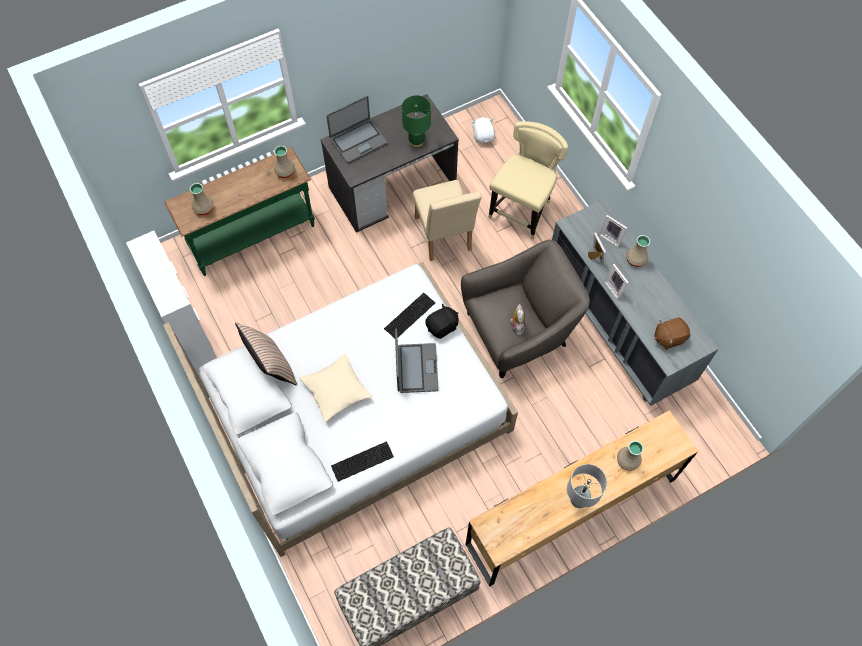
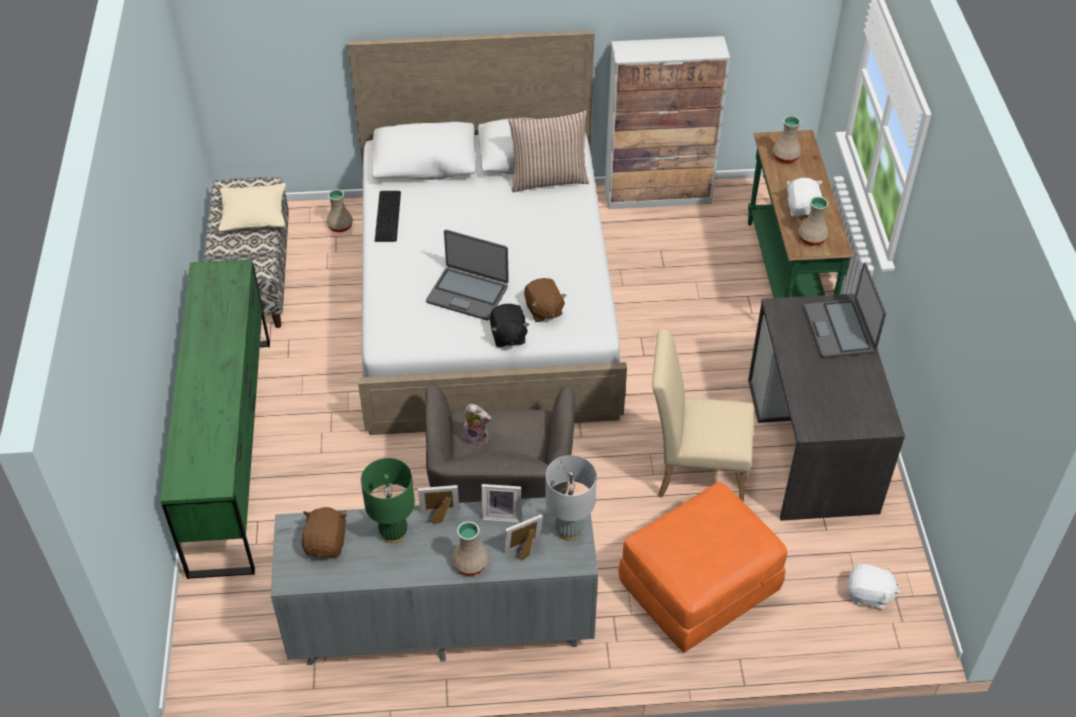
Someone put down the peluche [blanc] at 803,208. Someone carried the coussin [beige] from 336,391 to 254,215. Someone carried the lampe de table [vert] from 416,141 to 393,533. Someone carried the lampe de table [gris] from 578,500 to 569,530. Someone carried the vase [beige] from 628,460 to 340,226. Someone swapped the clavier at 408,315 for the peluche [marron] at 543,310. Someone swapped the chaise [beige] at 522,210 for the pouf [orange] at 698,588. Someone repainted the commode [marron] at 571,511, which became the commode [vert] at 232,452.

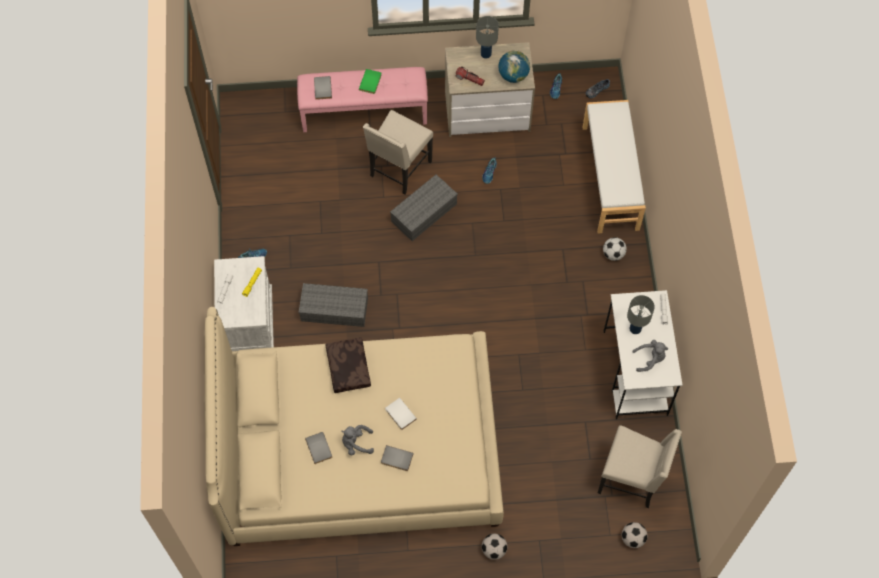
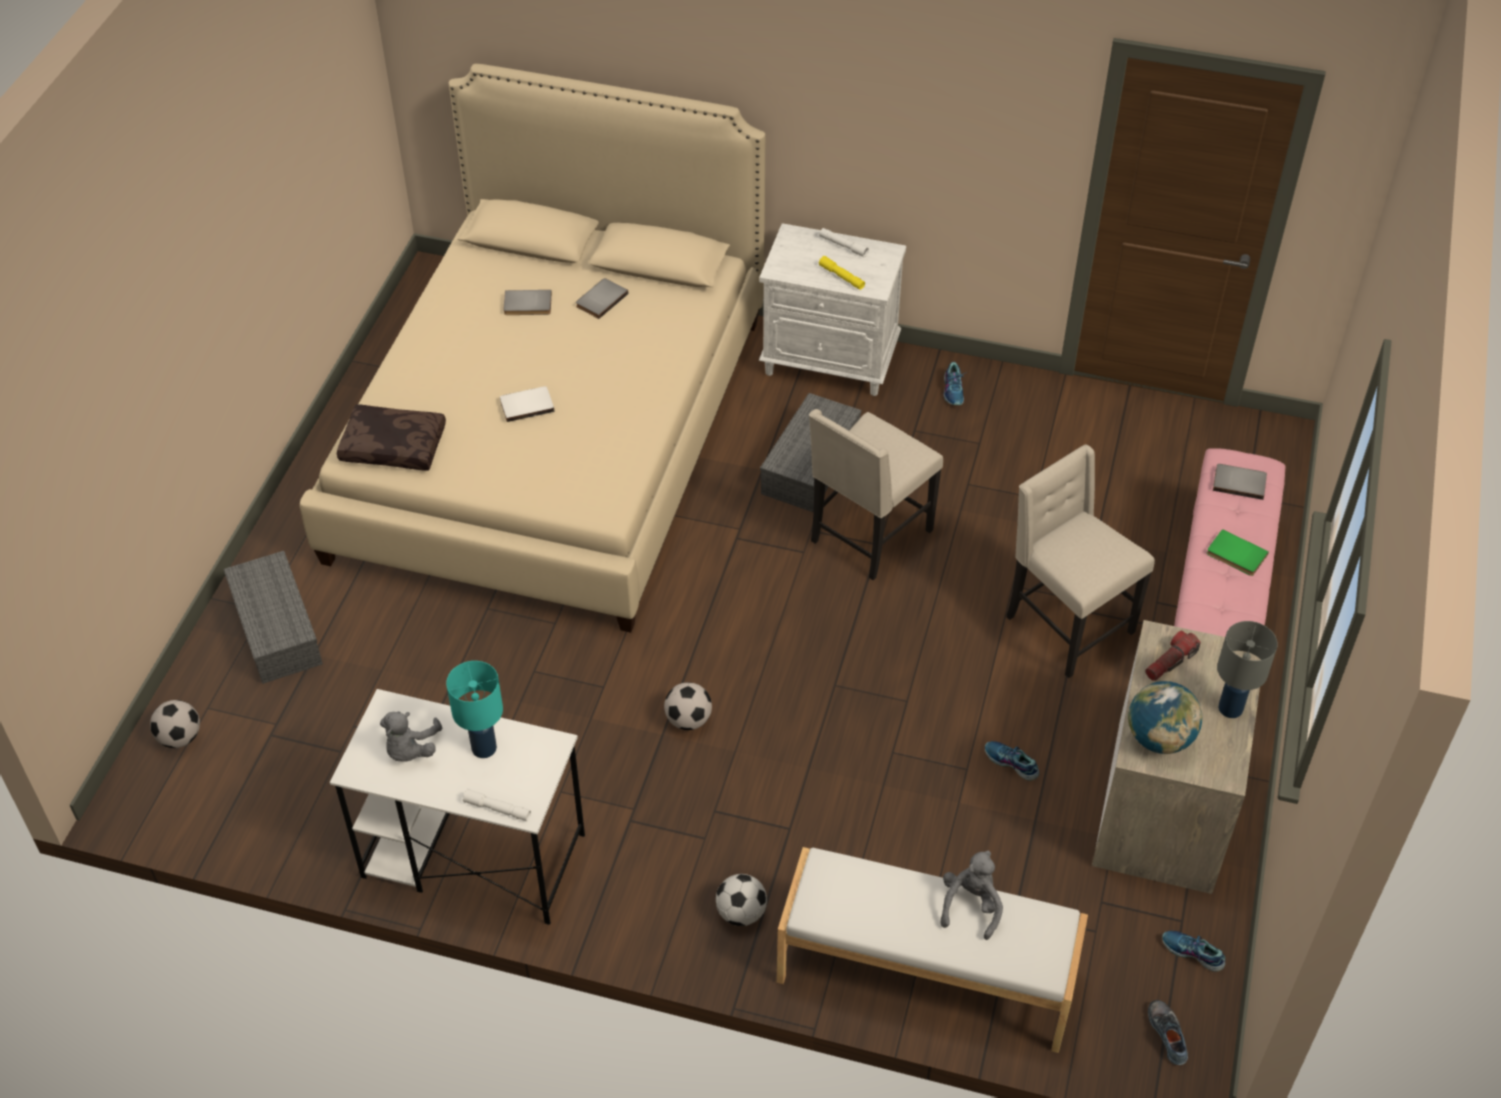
Someone carried the coussin [marron] from 347,367 to 394,445. Someone carried the peluche [gris] from 356,443 to 971,905. Someone carried the livre [gris] from 396,459 to 600,299. Someone carried the boîte de rangement [gris] from 424,211 to 278,630. Someone carried the ballon de foot from 493,550 to 688,720. Someone carried the chaise [beige] from 631,479 to 868,537. Someone repainted the lampe de table [gris] at 635,328, which became the lampe de table [turquoise] at 484,747.

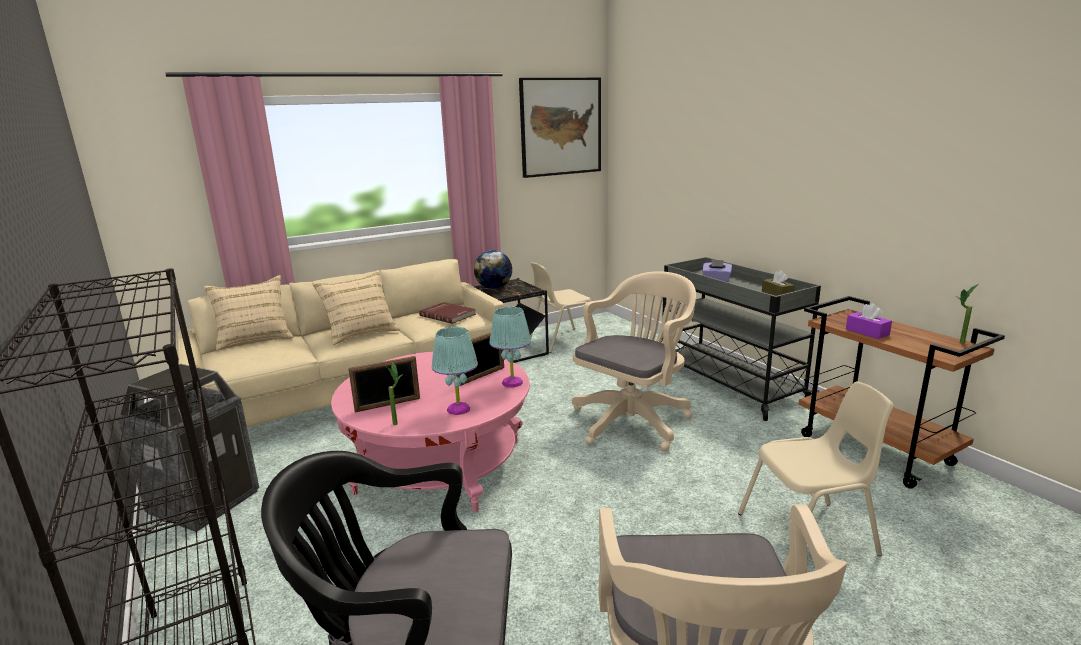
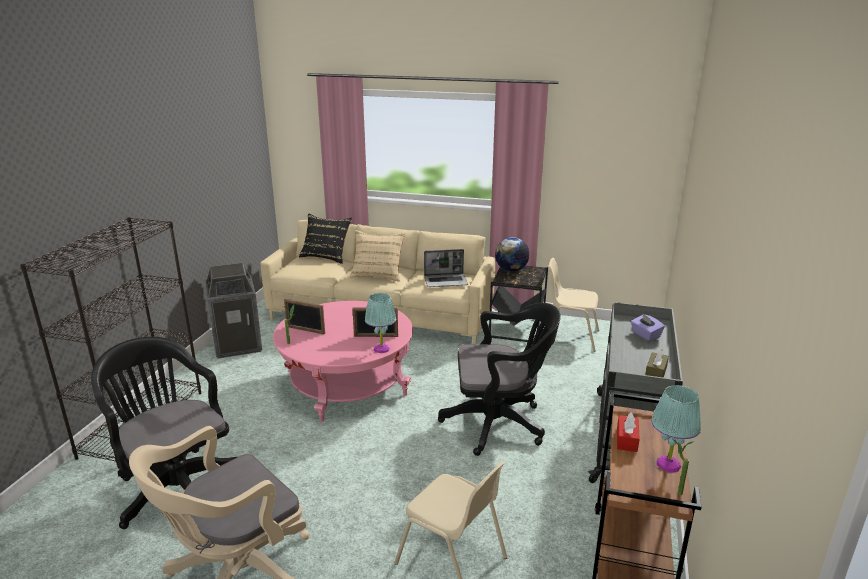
Someone took away the tableau at 561,127. Someone carried the lampe de table [turquoise] from 458,409 to 668,464. Someone swapped the livre [rouge] at 448,314 for the ordinateur portable at 446,281. Someone repainted the coussin [beige] at 255,339, which became the coussin [noir] at 326,256. Someone repainted the chaise de bureau [beige] at 634,420, which became the chaise de bureau [noir] at 499,424. Someone repainted the boîte à mouchoirs [violet] at 867,332, which became the boîte à mouchoirs [rouge] at 626,439.

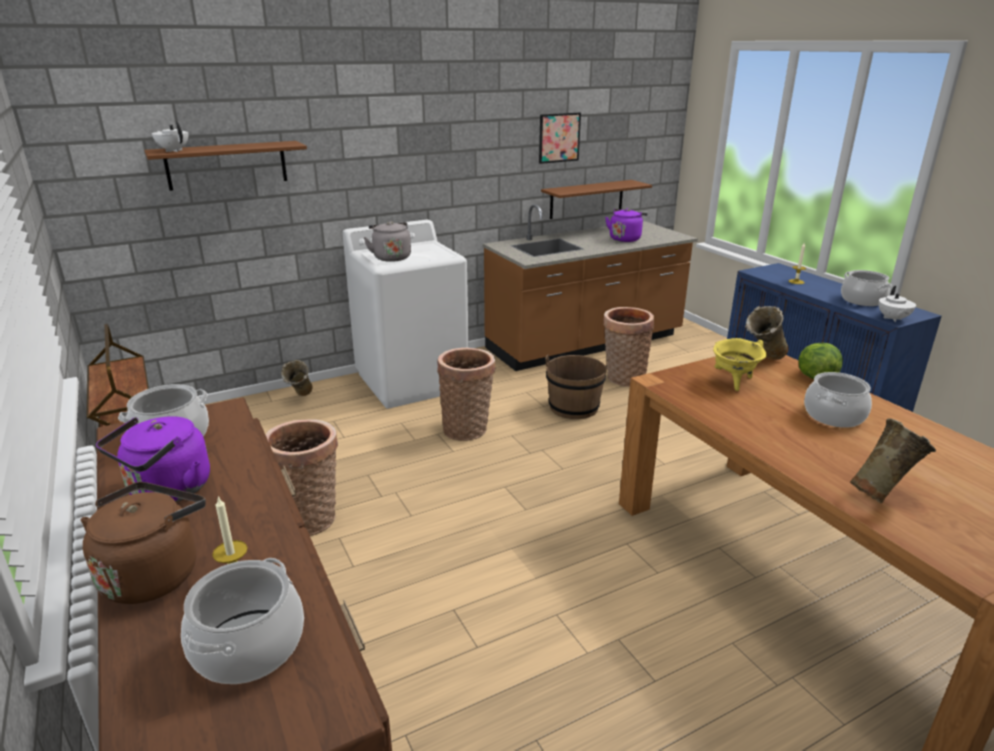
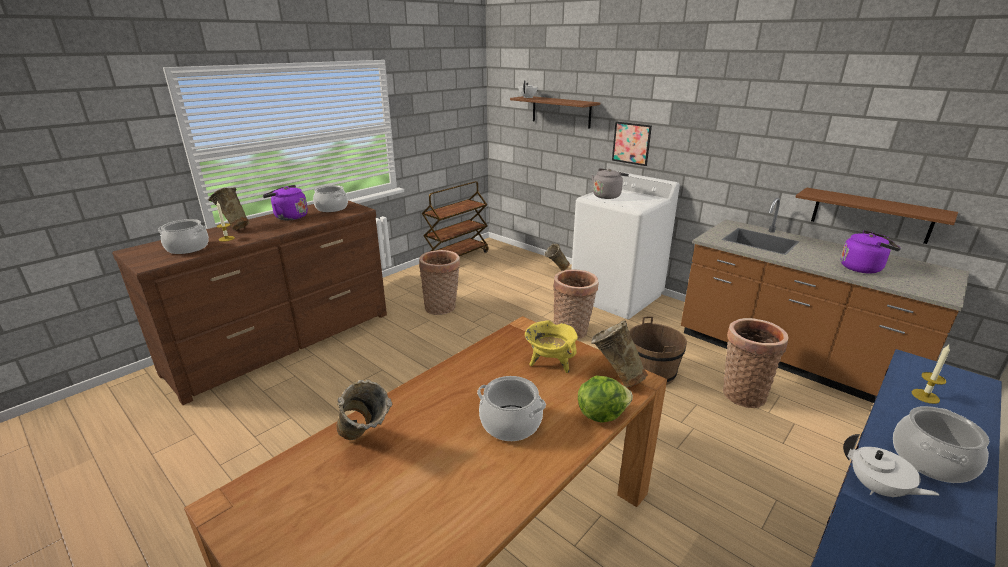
Someone carried the tableau from 559,137 to 631,143. Someone swapped the bouilloire [marron] at 154,573 for the vase [beige] at 234,227. Someone rotated the théière [blanc] at 892,319 by 120 degrees counterclockwise.

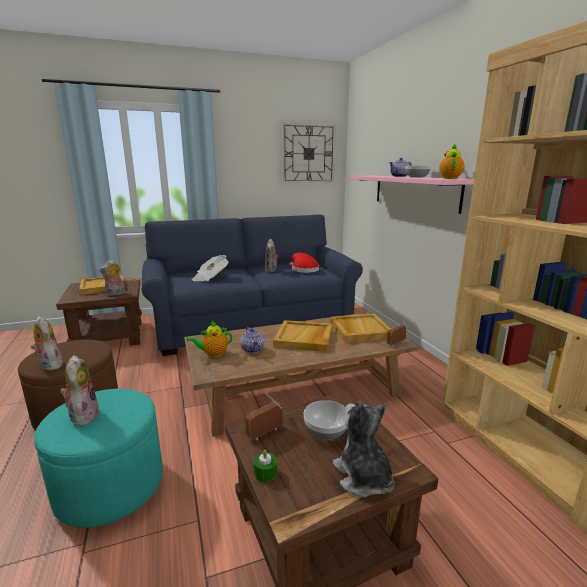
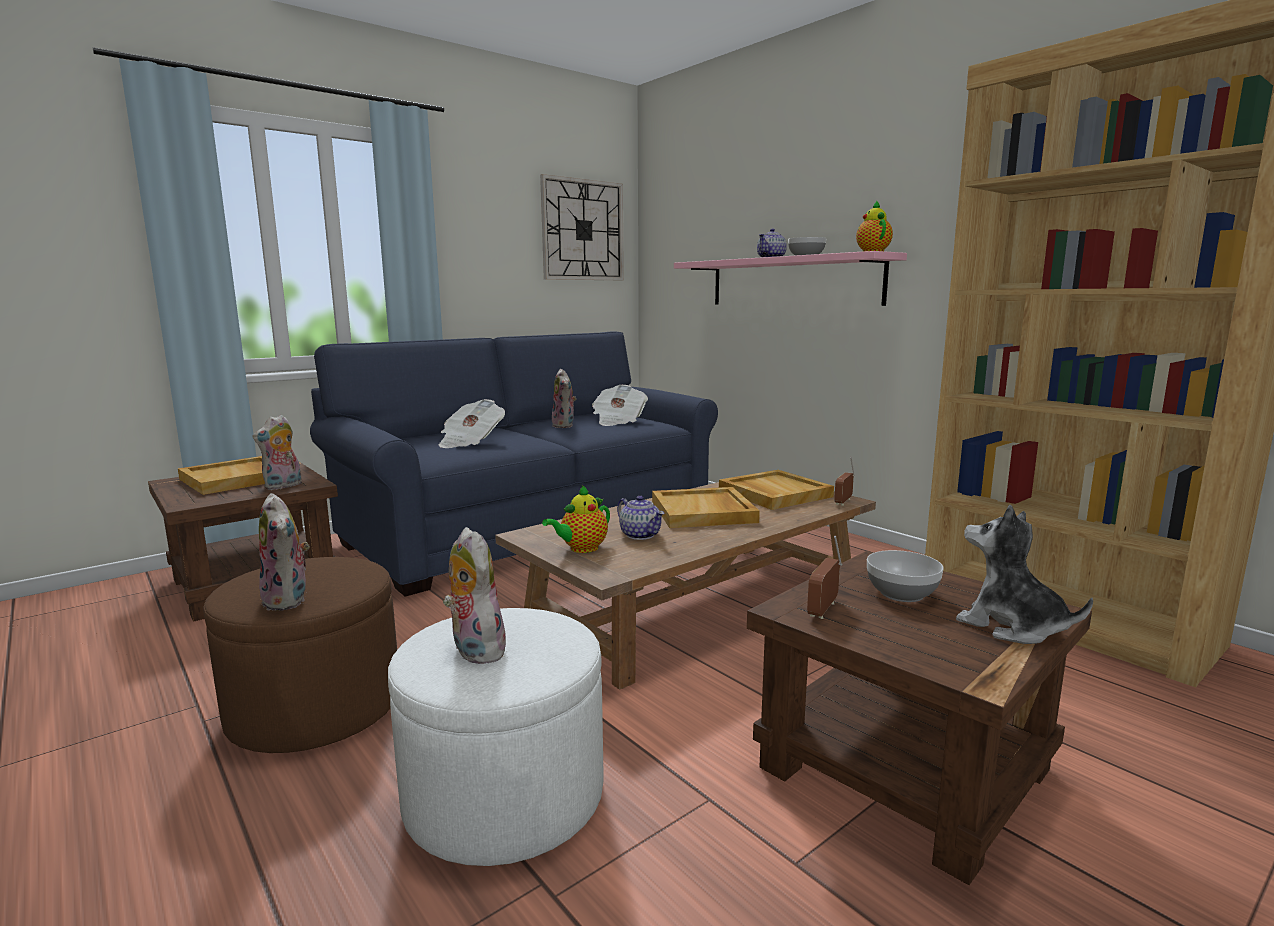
Someone took away the bougie [vert] at 265,472. Someone swapped the chapeau [rouge] at 303,269 for the journal at 618,421. Someone repainted the pouf [turquoise] at 110,486, which became the pouf [blanc] at 505,795. Someone rotated the peluche at 49,365 by 150 degrees counterclockwise.

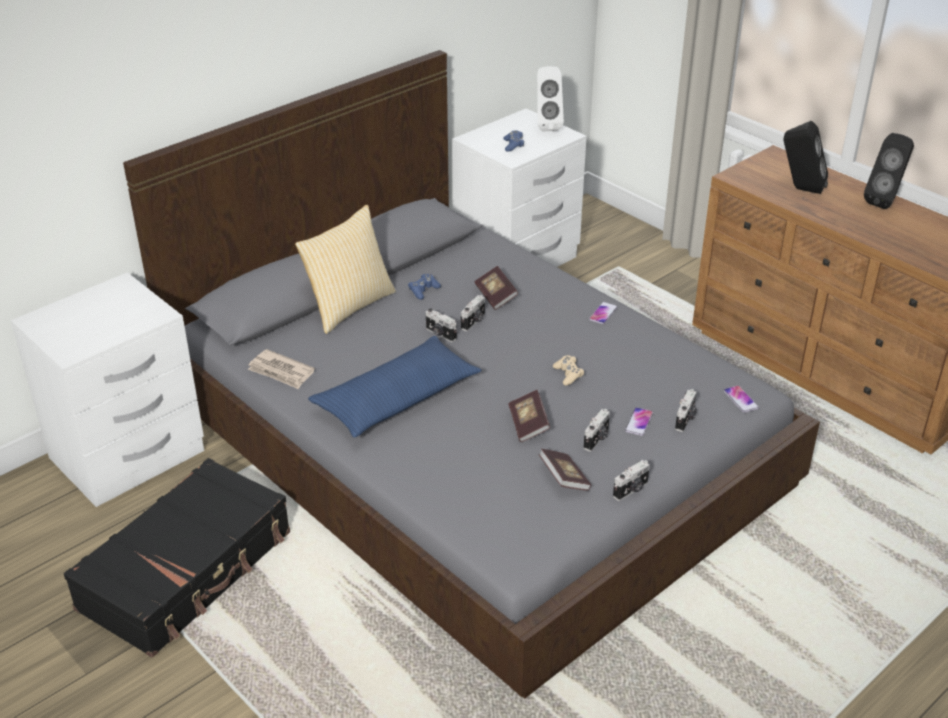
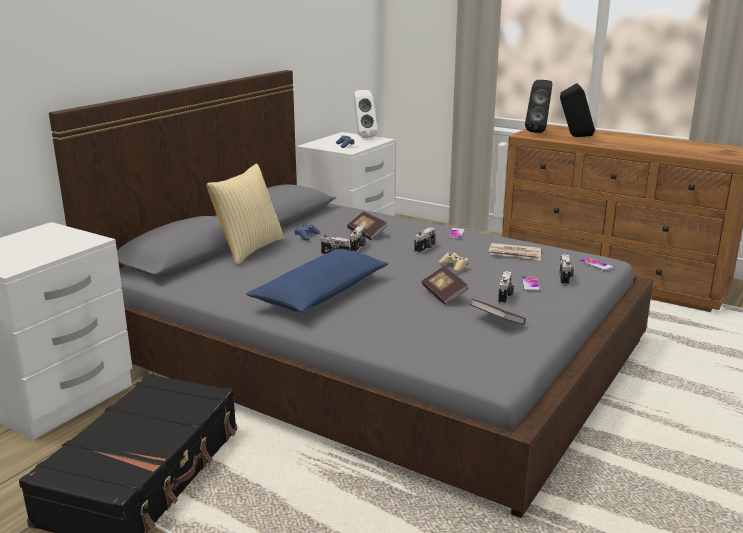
Someone carried the journal from 281,372 to 515,254. Someone carried the appareil photo from 631,490 to 425,249. Someone carried the enceinte [noir] from 885,201 to 539,132.

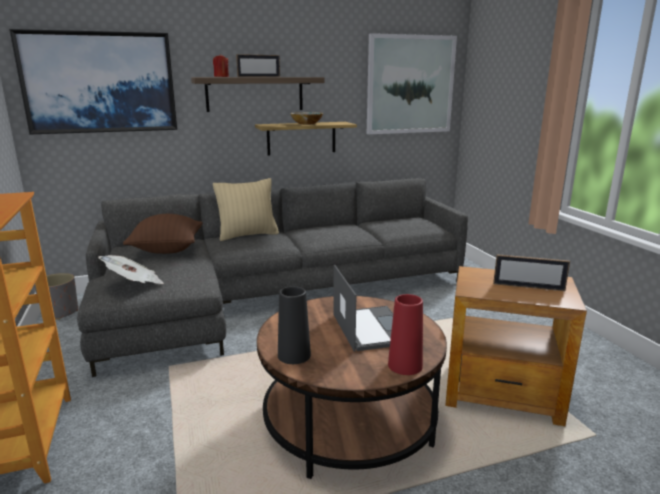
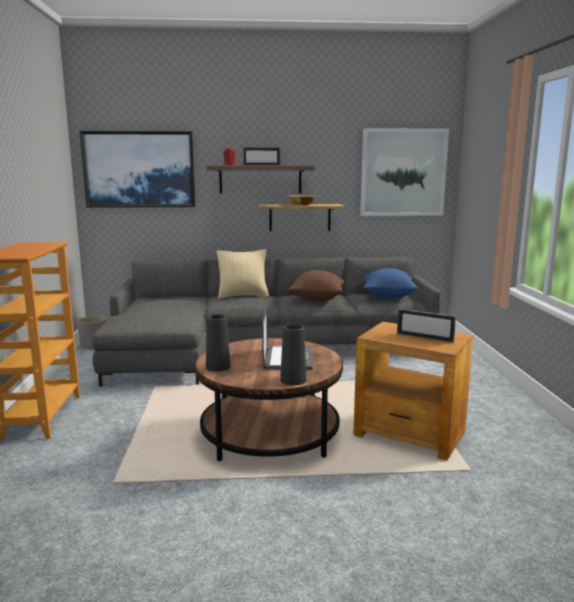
Someone took away the journal at 134,284. Someone put down the coussin [bleu] at 388,296. Someone carried the coussin [marron] from 167,249 to 317,299. Someone repainted the vase [rouge] at 405,365, which became the vase [noir] at 293,380.

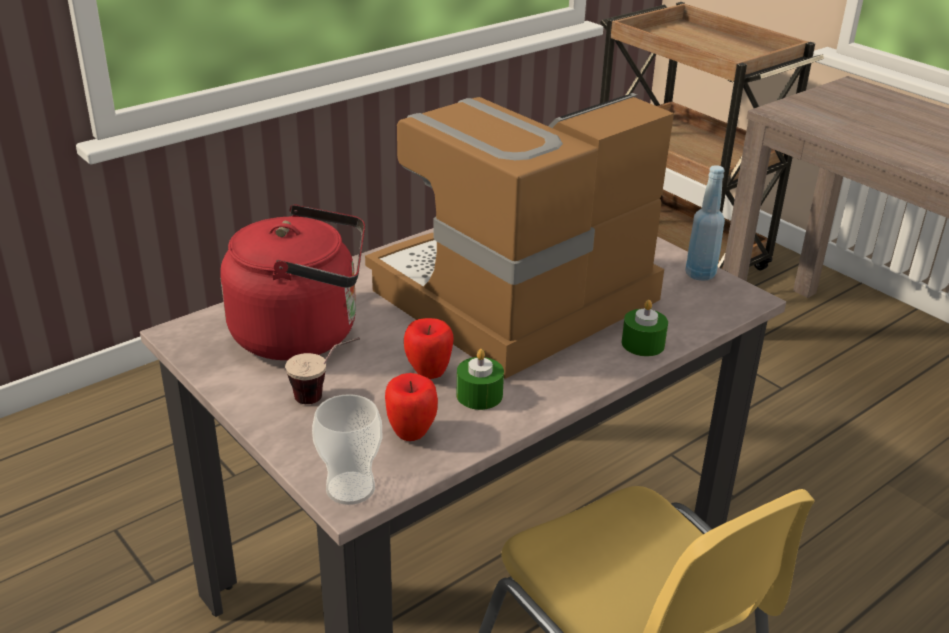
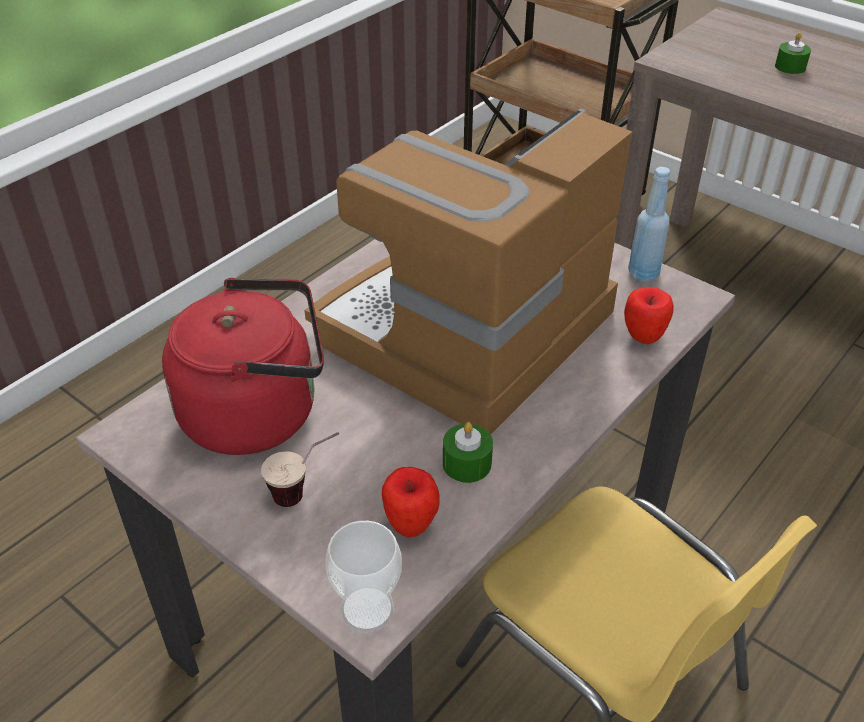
Someone carried the pomme from 428,373 to 643,338. Someone carried the bougie [vert] from 643,344 to 790,67.

